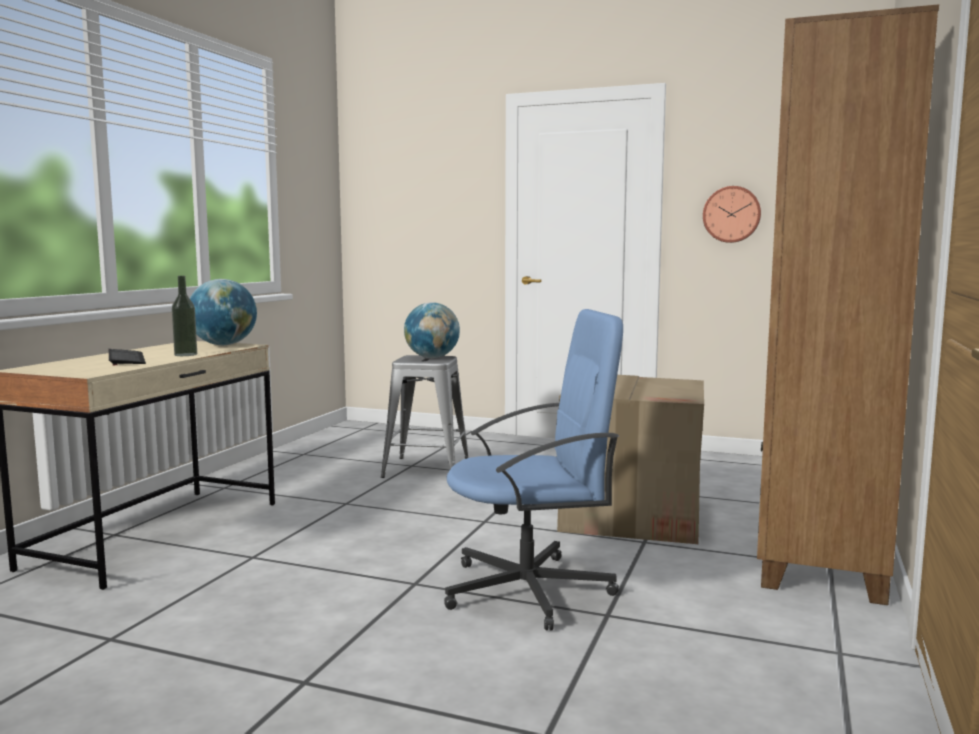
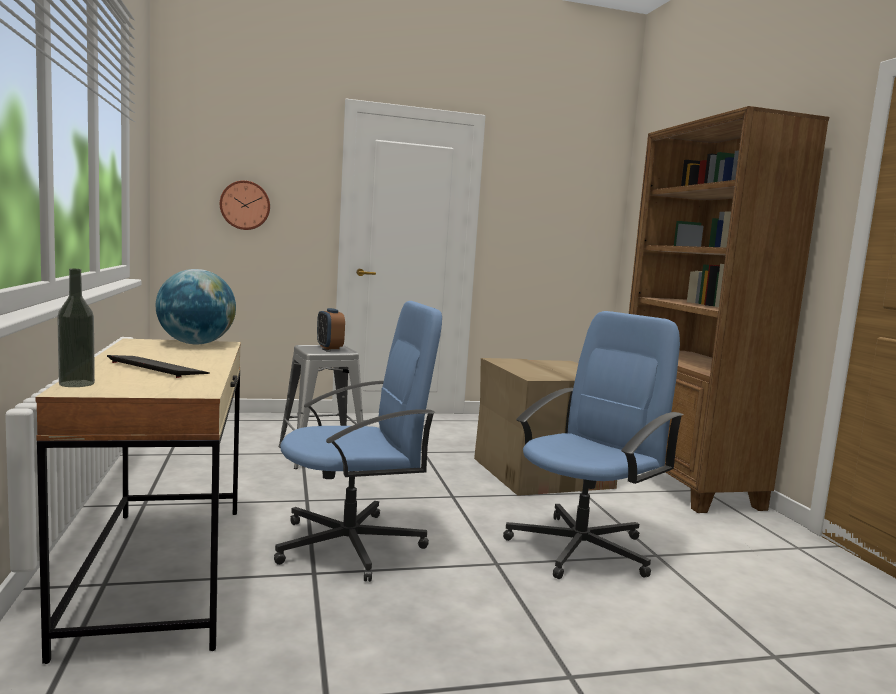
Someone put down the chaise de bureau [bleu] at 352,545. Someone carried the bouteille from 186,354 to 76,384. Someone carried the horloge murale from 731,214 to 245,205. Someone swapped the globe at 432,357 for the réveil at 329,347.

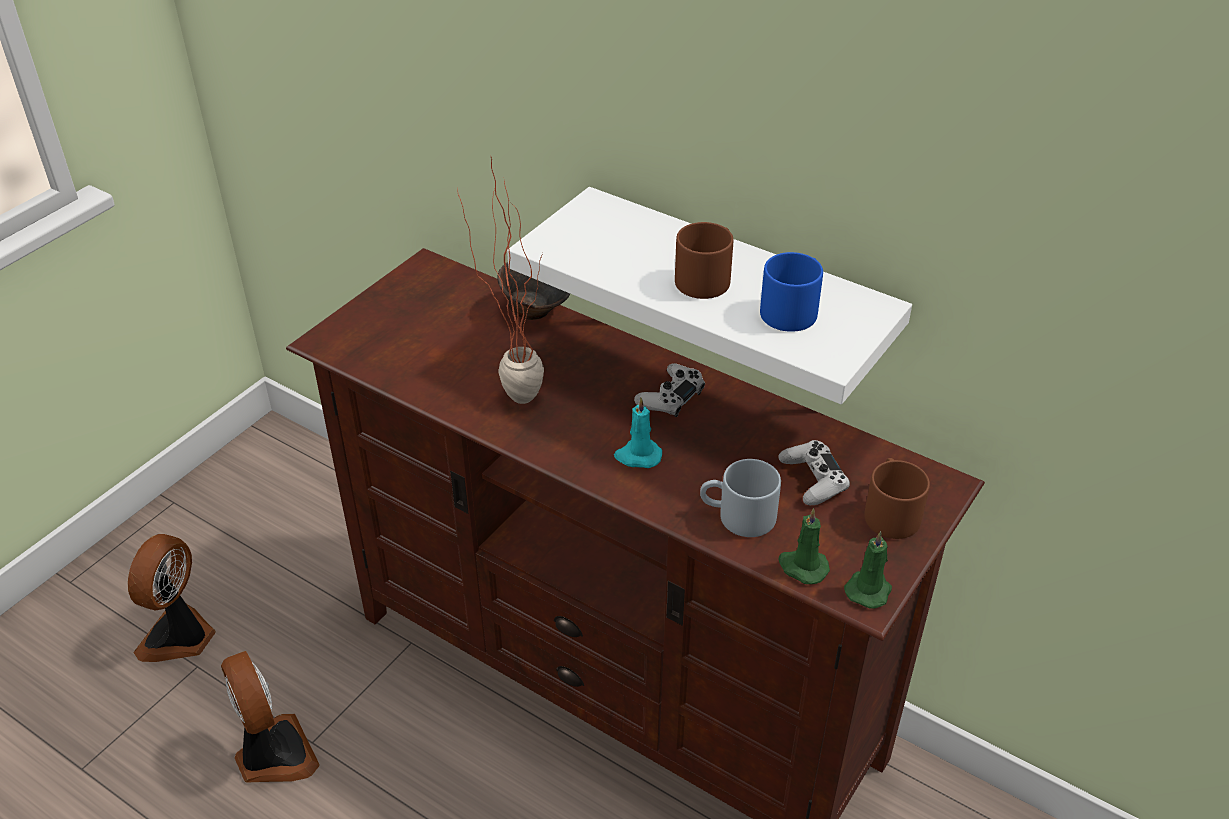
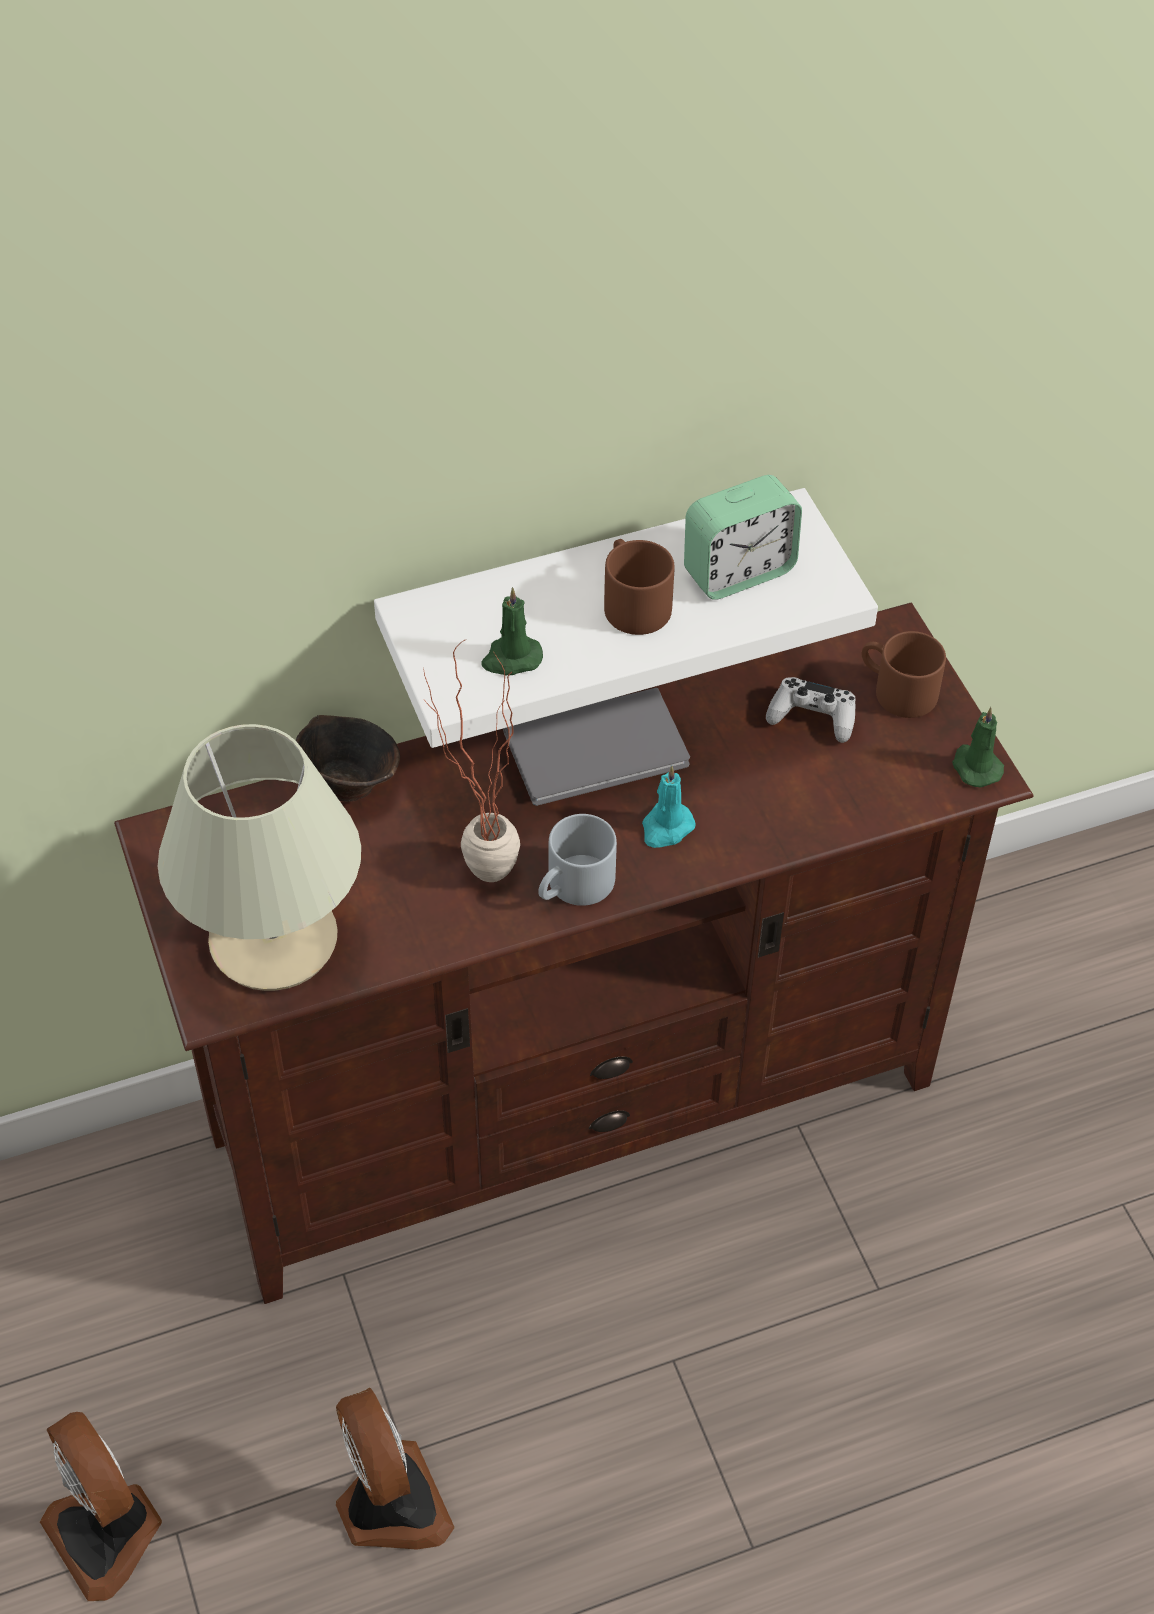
Someone put down the lampe de table [beige] at 274,939. Someone carried the mug [gris] from 737,516 to 574,887. Someone carried the bougie [vert] from 802,567 to 511,658. Someone swapped the manette [blanc] at 671,397 for the livre [gris] at 602,751. Someone swapped the mug [bleu] at 792,308 for the réveil at 738,571. Someone rotated the ventilateur at 273,755 by 60 degrees clockwise.

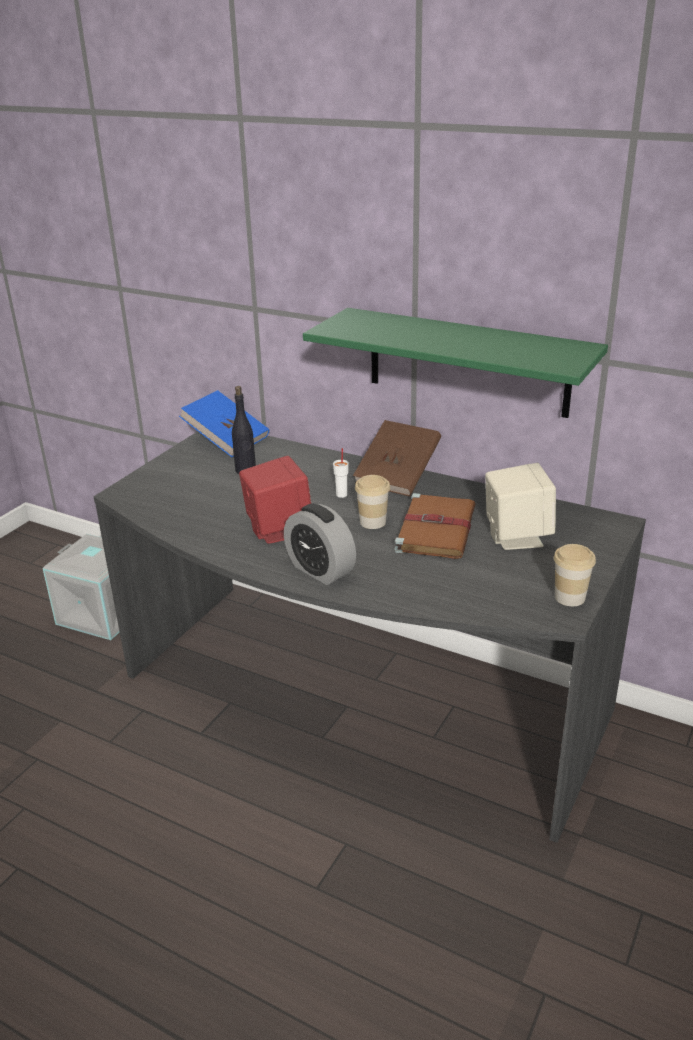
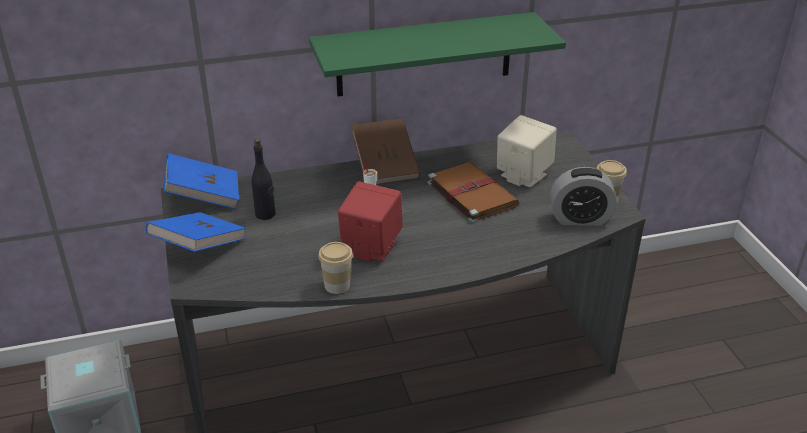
Someone put down the livre [bleu] at 199,247. Someone carried the réveil from 320,570 to 580,219. Someone carried the tasse from 372,522 to 337,285.

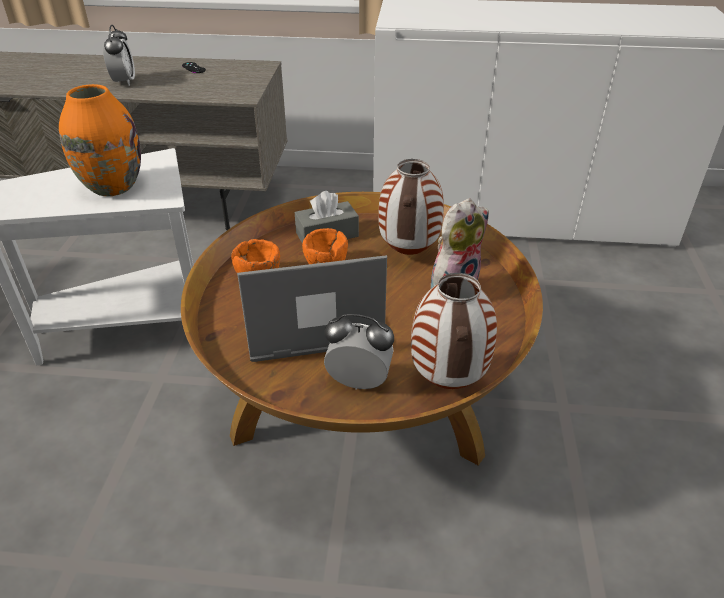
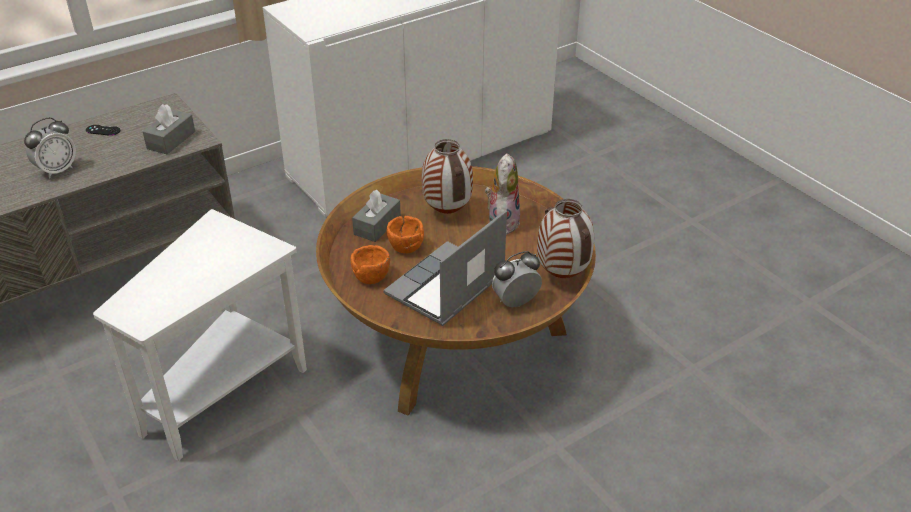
Someone took away the vase [orange] at 112,186. Someone put down the boîte à mouchoirs [gris] at 171,140. Someone rotated the réveil at 124,82 by 90 degrees clockwise.

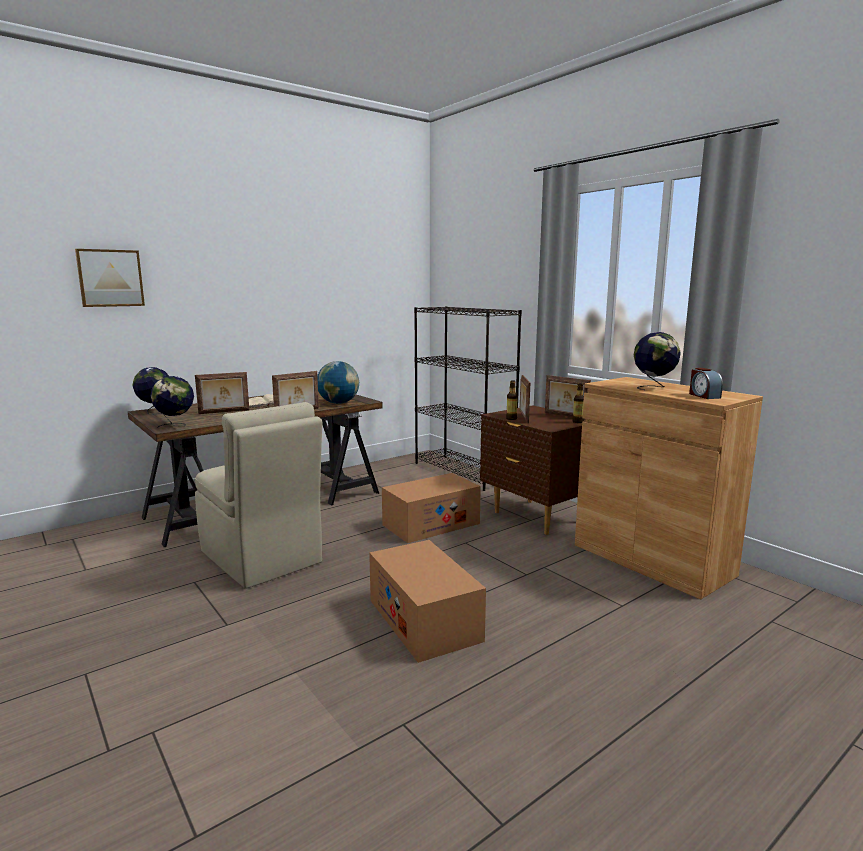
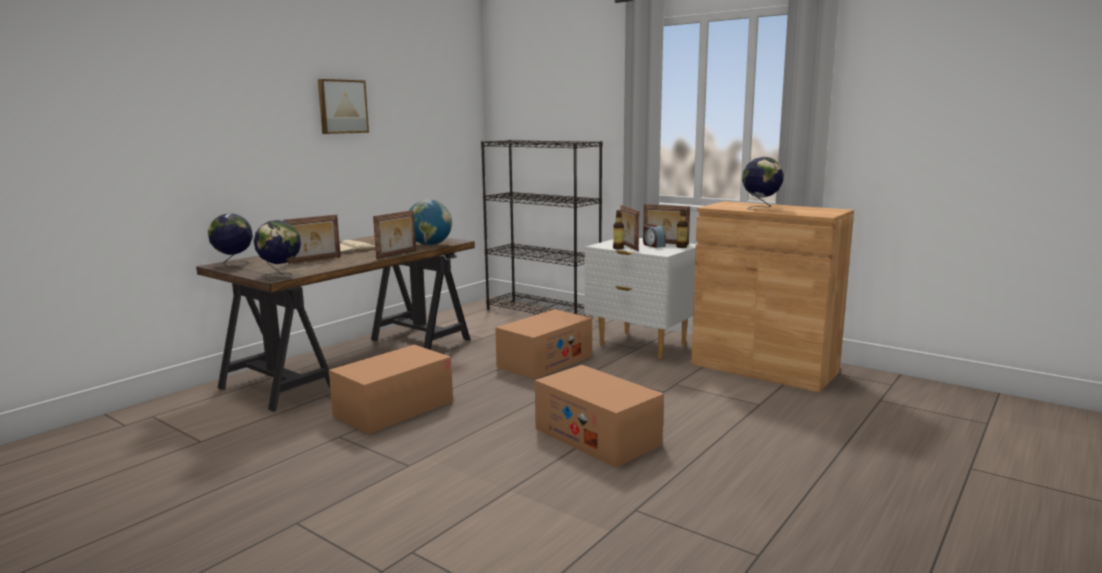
Someone carried the tableau from 110,278 to 342,106. Someone carried the réveil from 703,396 to 653,245. Someone swapped the chaise [beige] at 261,558 for the carton at 394,409. Someone repainted the table de chevet [marron] at 536,517, which became the table de chevet [blanc] at 642,345.

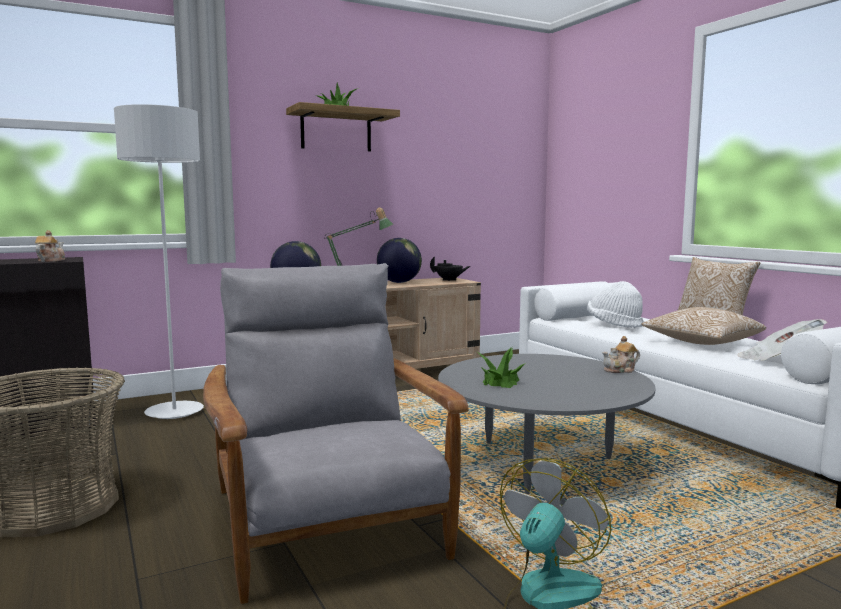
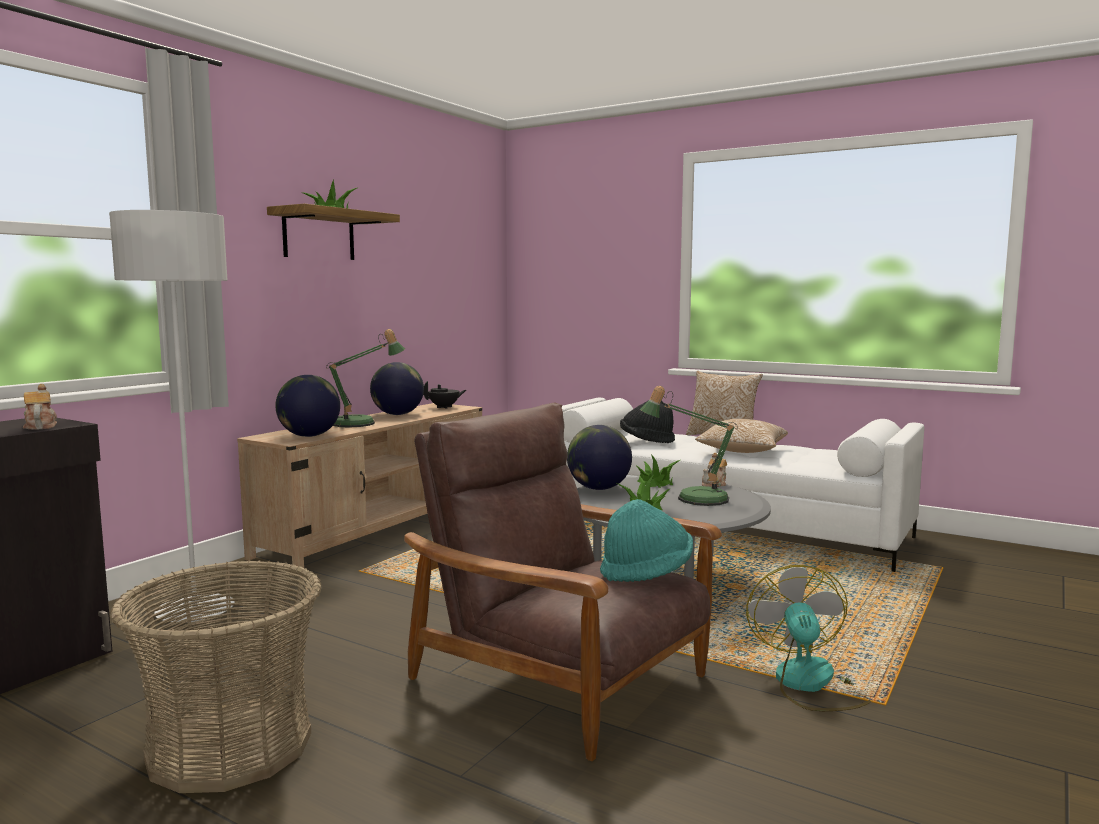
Someone took away the journal at 779,360. Someone put down the globe at 598,488. Someone put down the chapeau [turquoise] at 646,572. Someone put down the plante en pot at 655,483. Someone put down the lampe de table at 693,498. Someone repainted the fauteuil [gris] at 327,524, which became the fauteuil [marron] at 562,678. Someone repainted the chapeau [blanc] at 614,324, which became the chapeau [noir] at 646,441.

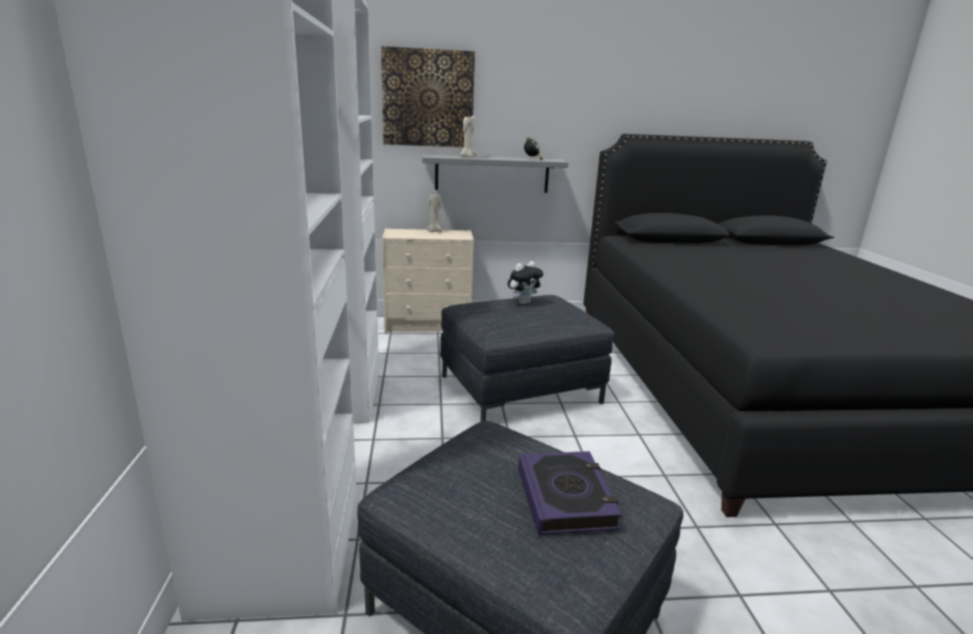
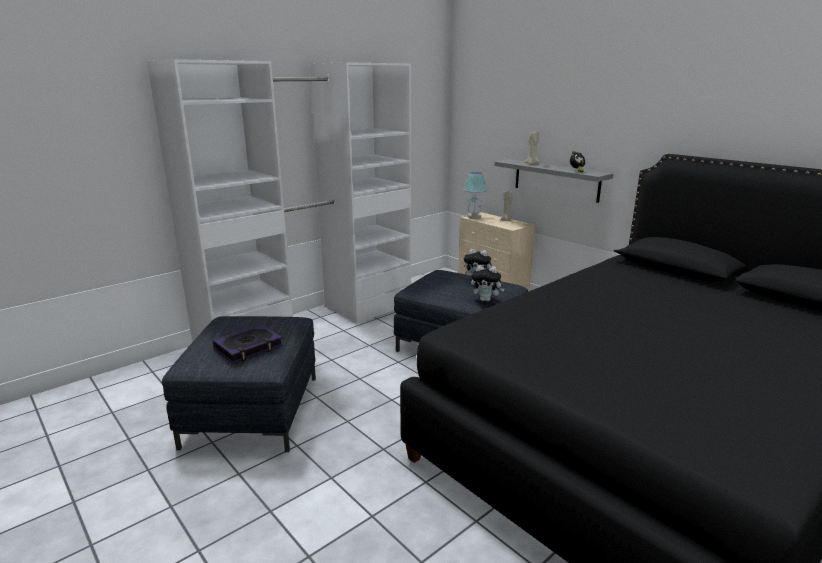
Someone took away the tableau at 428,98. Someone put down the lampe de table at 474,216. Someone put down the peluche at 486,300.

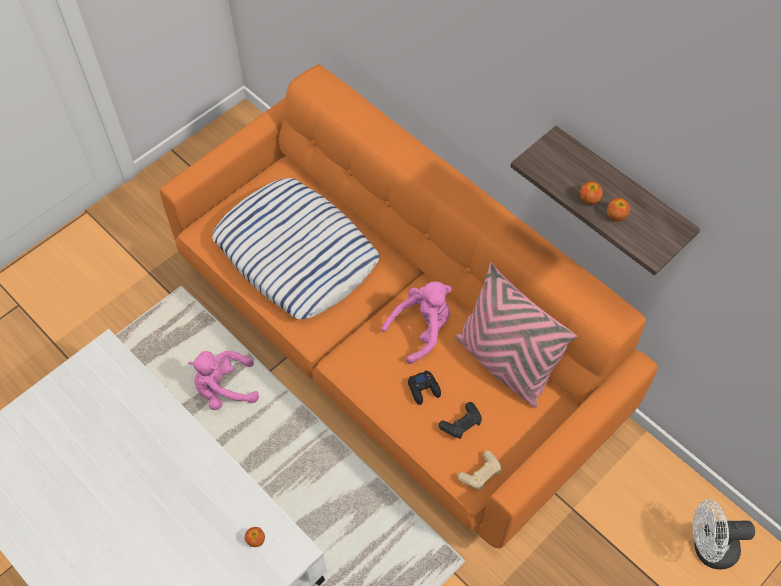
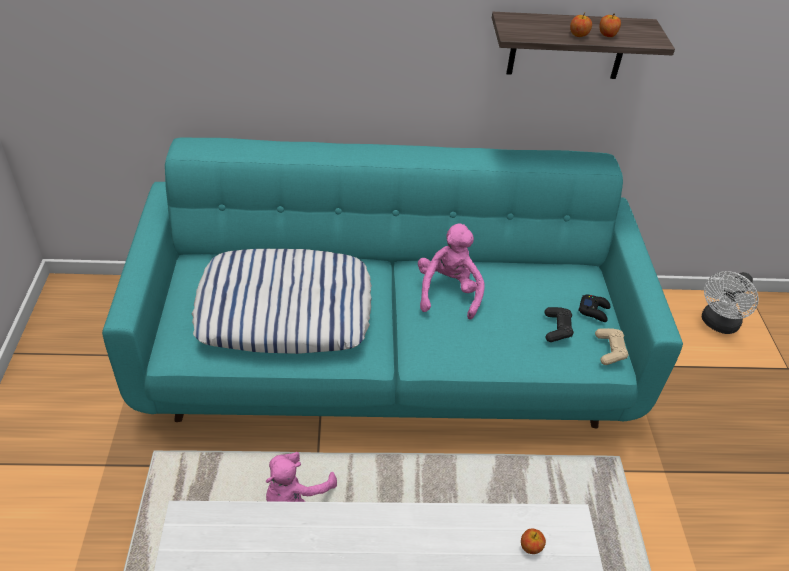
Someone took away the coussin [rose] at 504,363. Someone carried the manette [noir] from 424,389 to 594,310. Someone repainted the canapé [orange] at 392,344, which became the canapé [turquoise] at 389,358.

